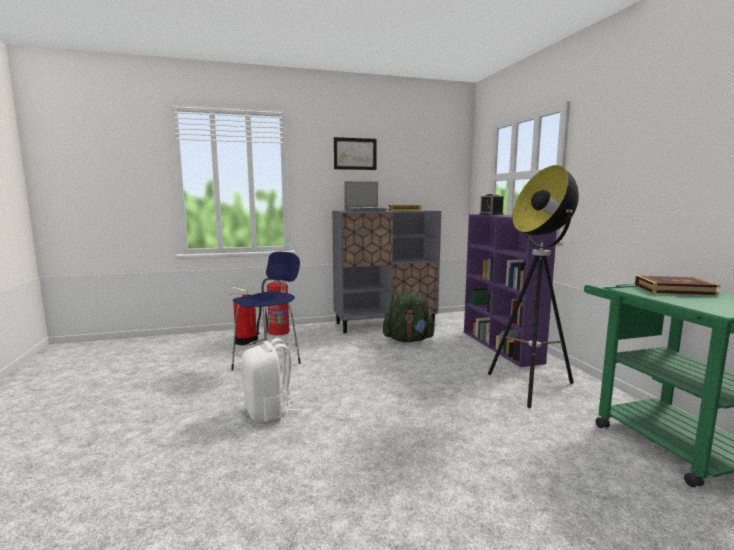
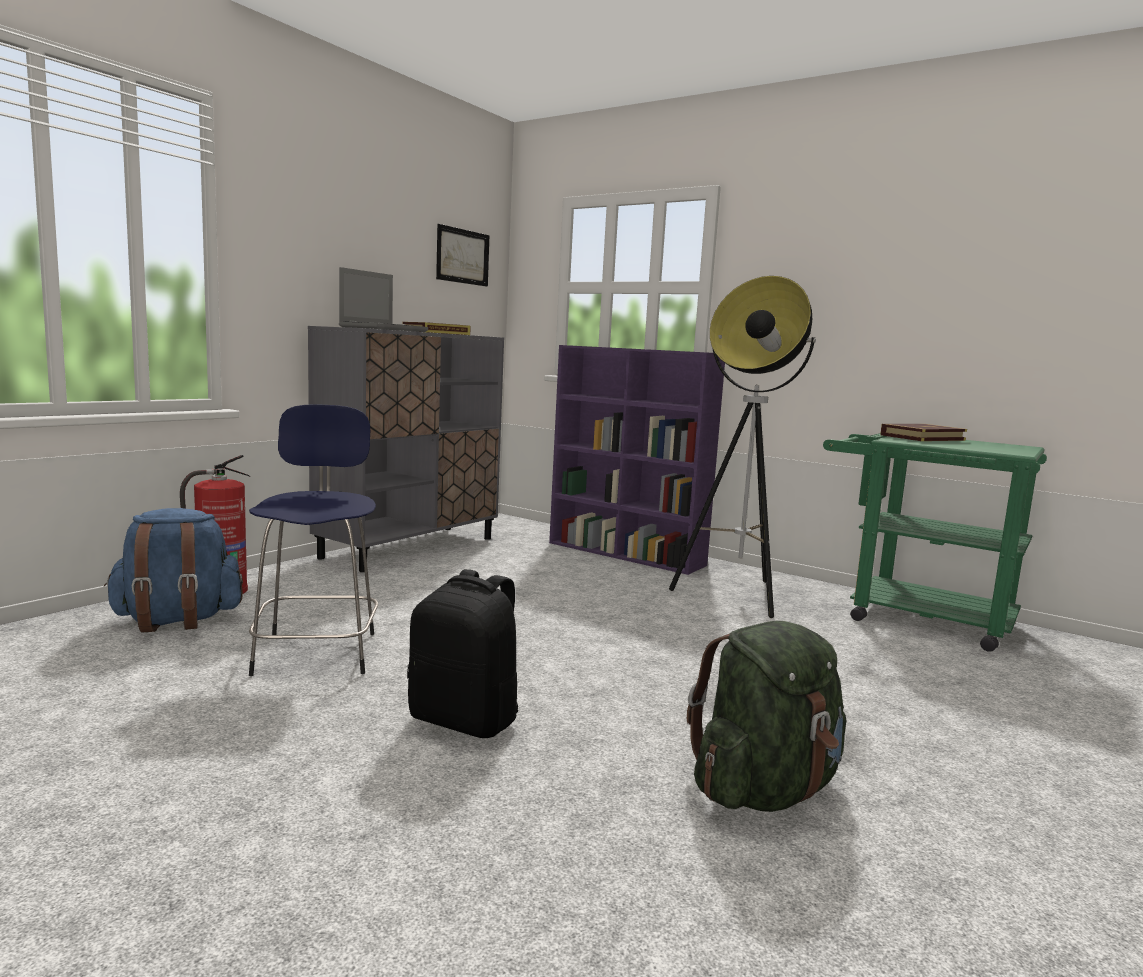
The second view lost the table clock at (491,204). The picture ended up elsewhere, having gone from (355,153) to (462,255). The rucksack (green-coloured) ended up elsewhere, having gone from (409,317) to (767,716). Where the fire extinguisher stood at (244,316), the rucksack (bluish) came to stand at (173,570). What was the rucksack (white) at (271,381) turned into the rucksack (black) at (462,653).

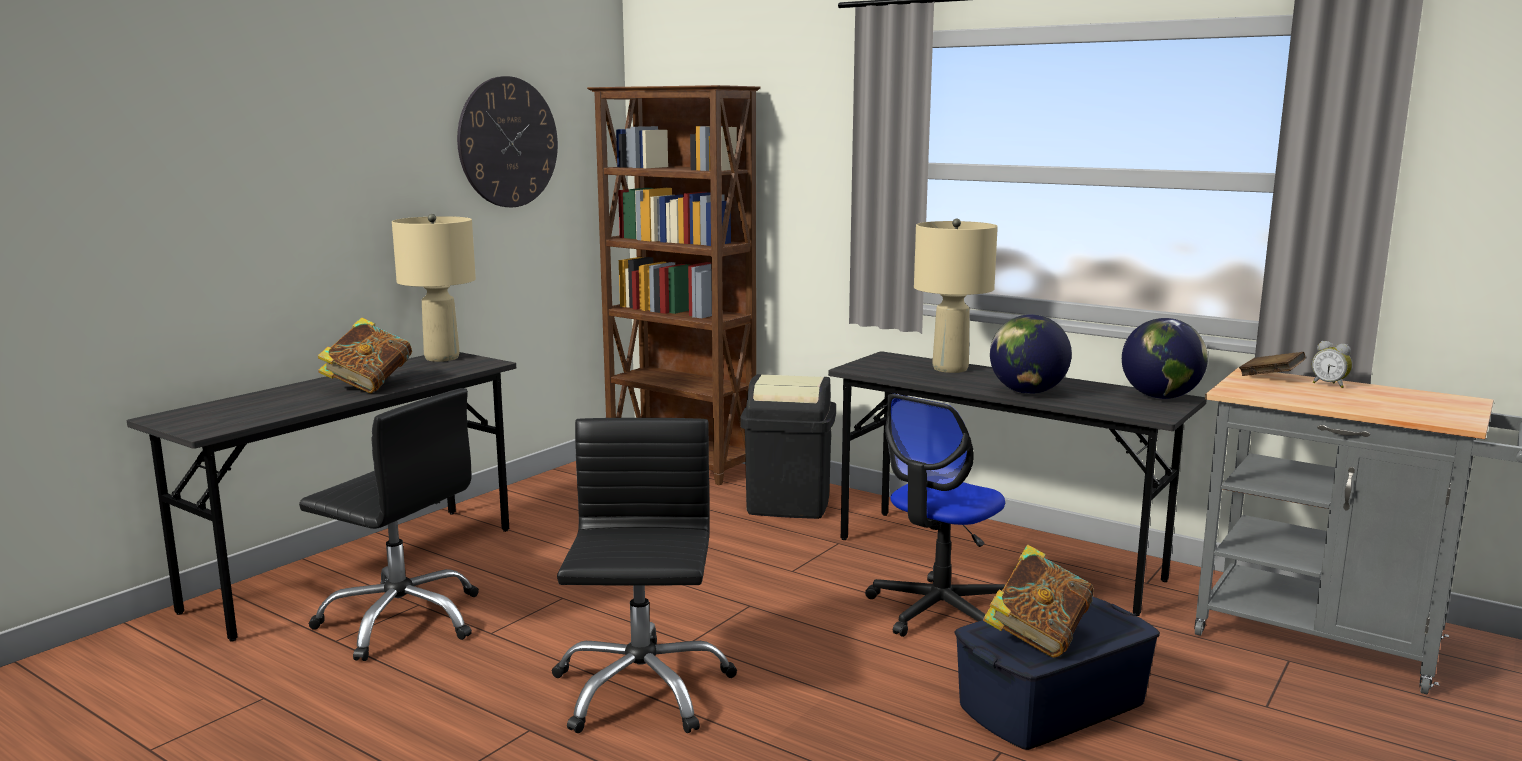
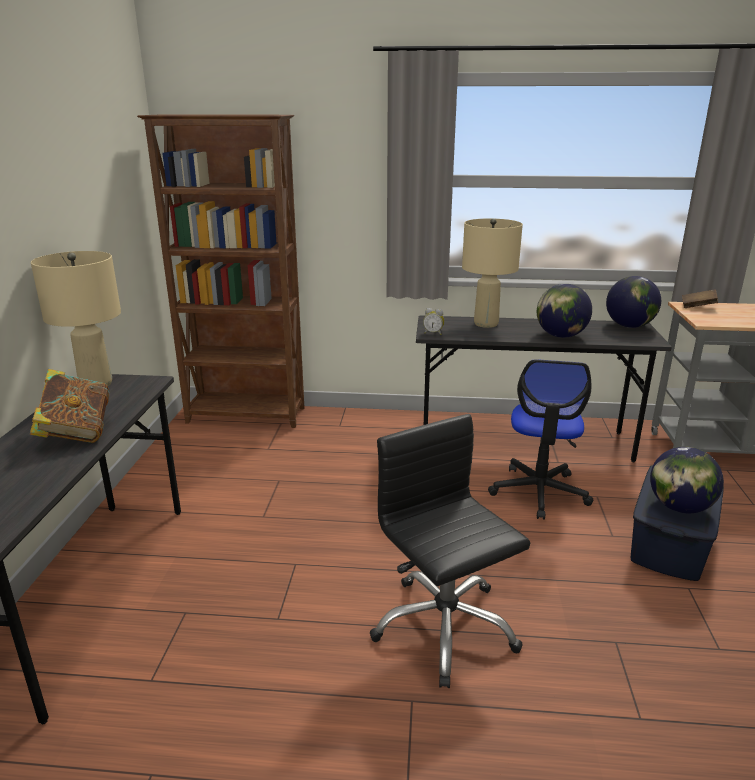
The second view lost the office chair (black) at (389,524). The second view lost the clock on the wall at (507,141). The second view lost the rubbish bin (black) at (788,446). The table clock ended up elsewhere, having gone from (1332,364) to (433,321). Where the bound book stood at (1038,601), the globe came to stand at (687,479).

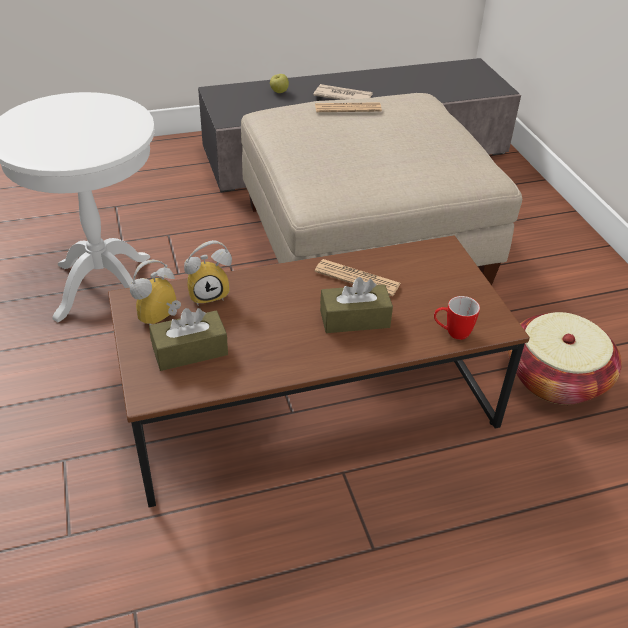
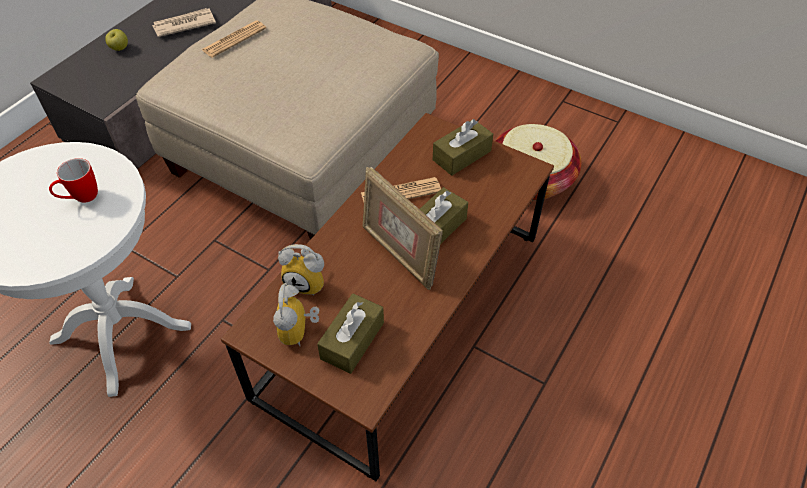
The second view gained the standing frame at (403,228). The second view gained the tissue holder (brown-coloured) at (463,147). The mug ended up elsewhere, having gone from (457,318) to (73,180). The table clock at (208,272) ended up facing another way, 75 degrees clockwise from before.

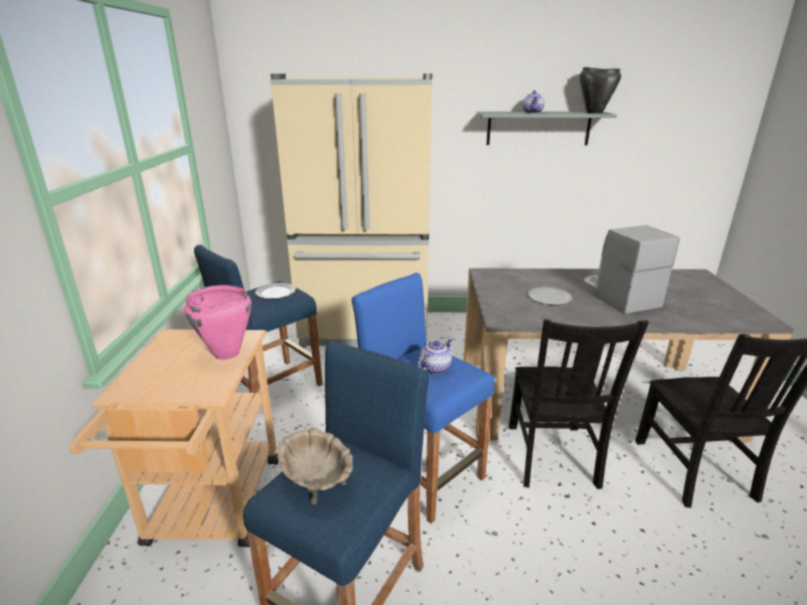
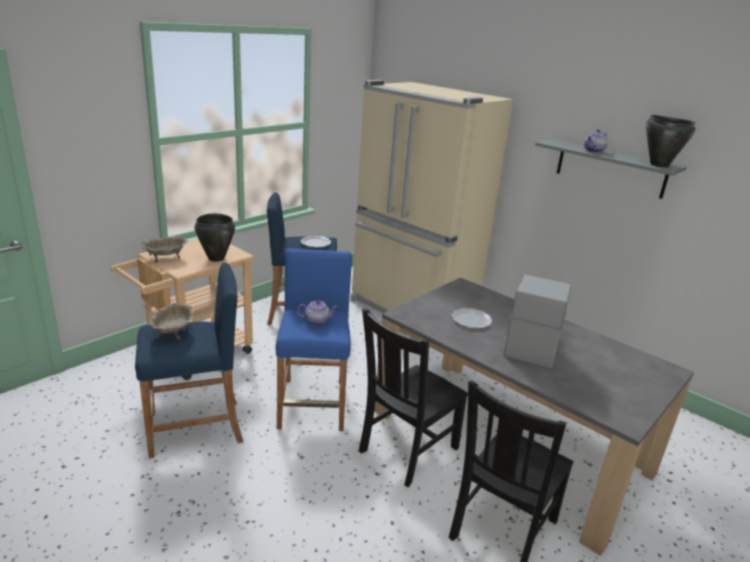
The second view gained the deep dish (beige-coloured) at (164,249). What was the cooking pot (pink-coloured) at (218,322) turned into the cooking pot (black) at (215,237).

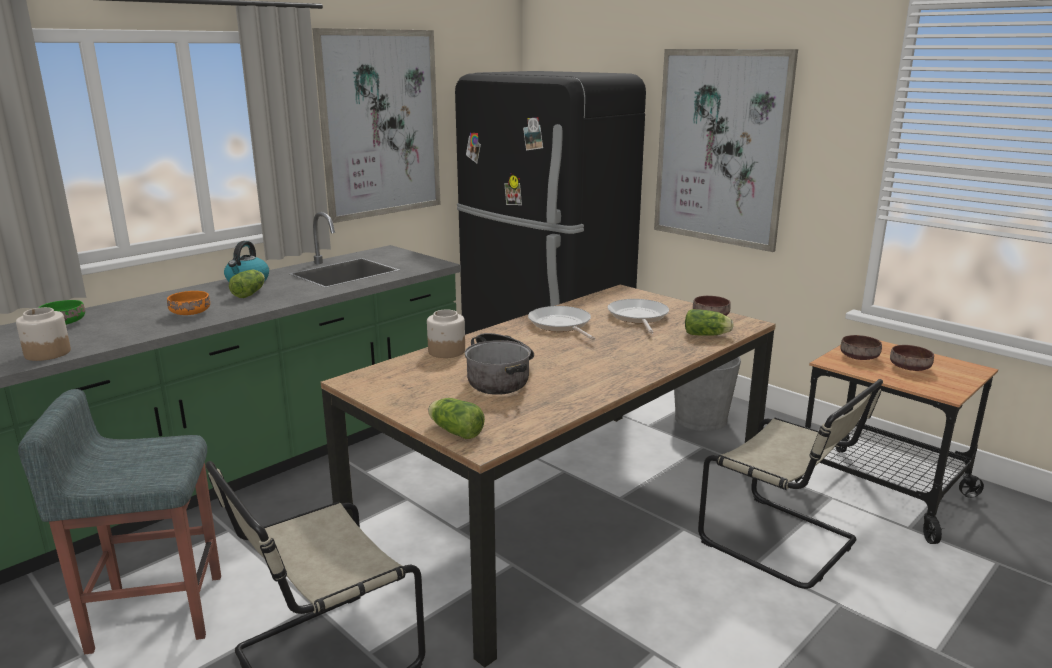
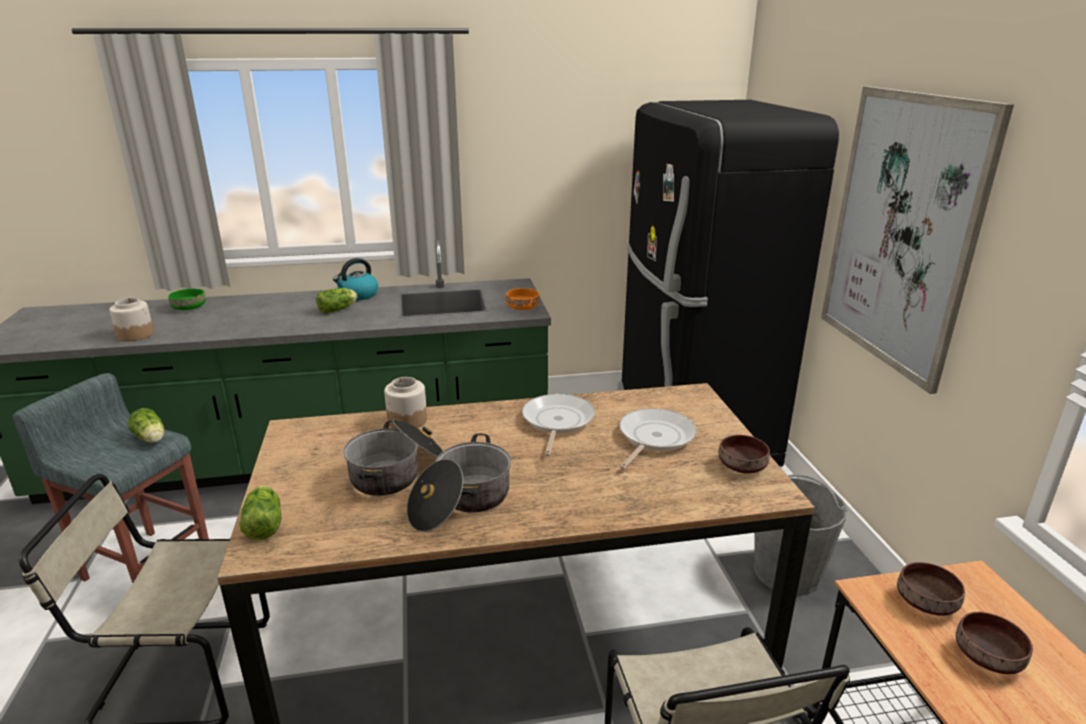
The second view lost the picture at (376,125). The second view gained the cooking pot at (459,482). The deep dish (orange) ended up elsewhere, having gone from (188,303) to (523,299). The head of lettuce ended up elsewhere, having gone from (709,322) to (146,425).

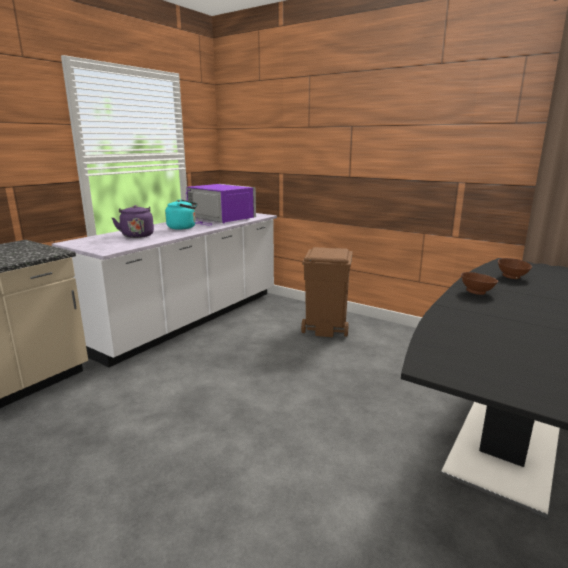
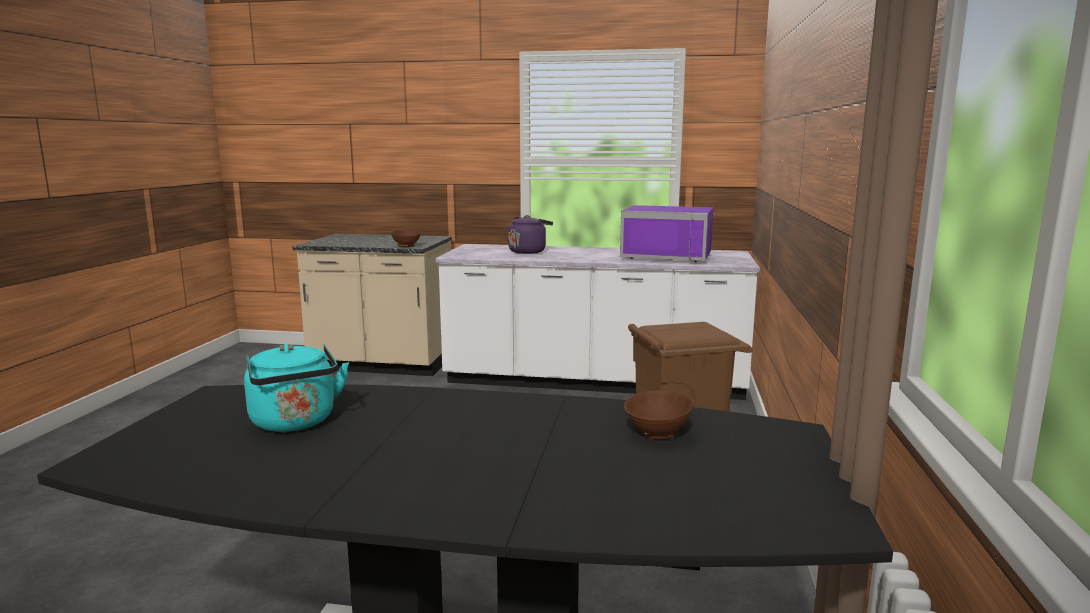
The tea kettle (turquoise) ended up elsewhere, having gone from (181,215) to (296,388). The deep dish (brown-coloured) ended up elsewhere, having gone from (479,283) to (406,238). The microwave oven (purplish) at (221,204) ended up facing another way, 90 degrees clockwise from before.

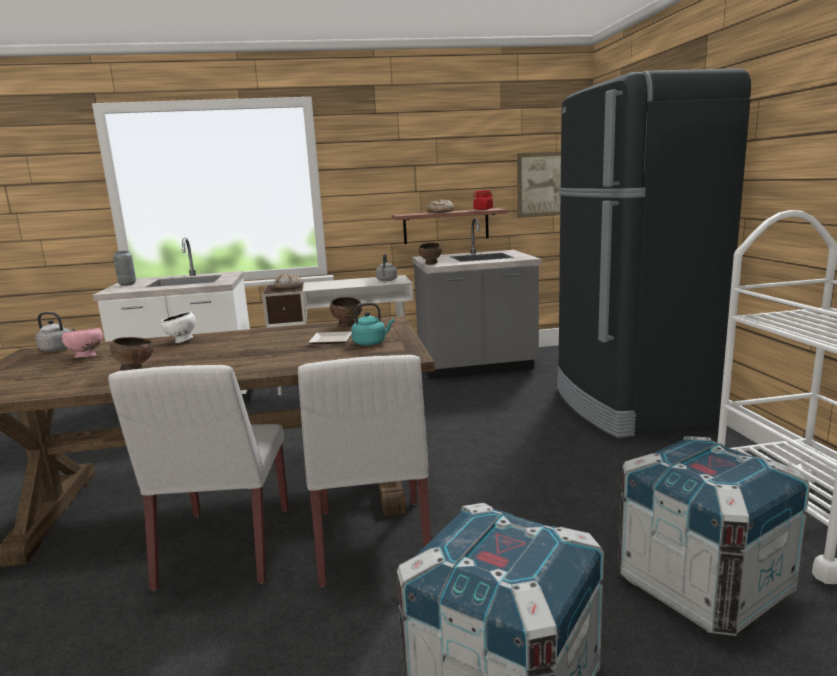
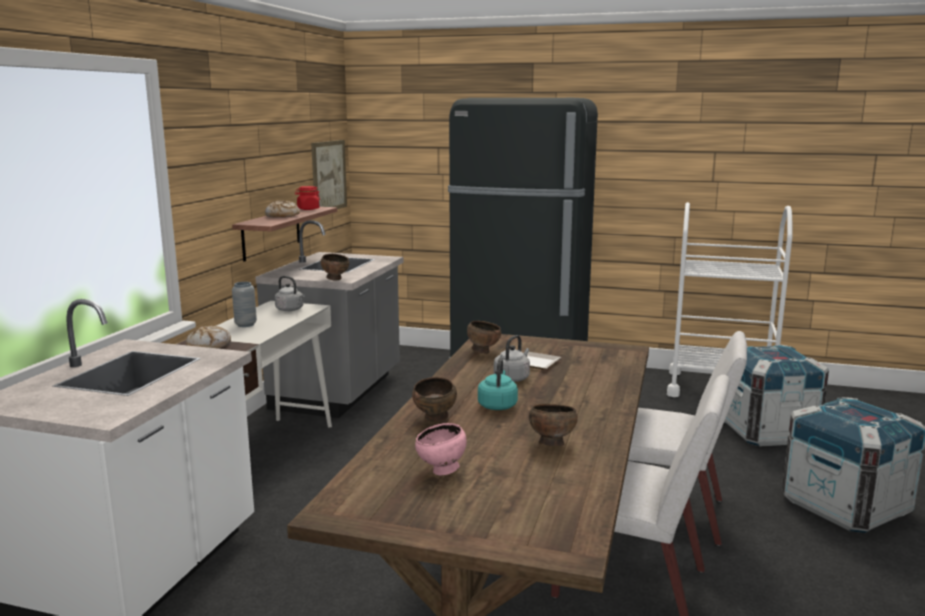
The tea kettle (grey) ended up elsewhere, having gone from (55,332) to (512,358). The decorative vase (grey) ended up elsewhere, having gone from (124,268) to (244,304). The tea kettle (turquoise) ended up elsewhere, having gone from (372,324) to (498,384). What was the deep dish (white) at (178,327) turned into the deep dish (brown-coloured) at (434,399).

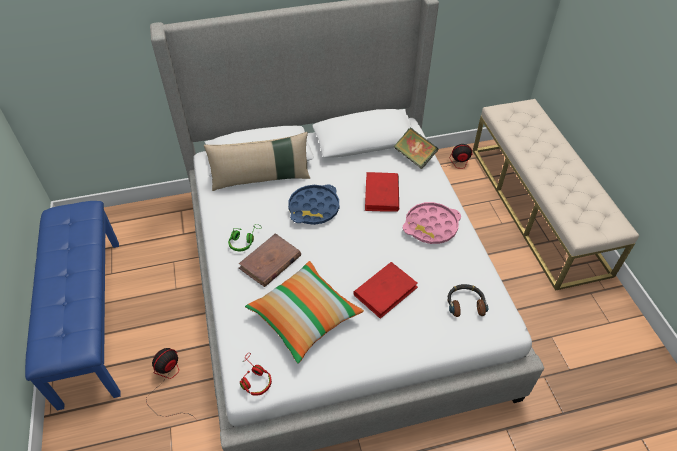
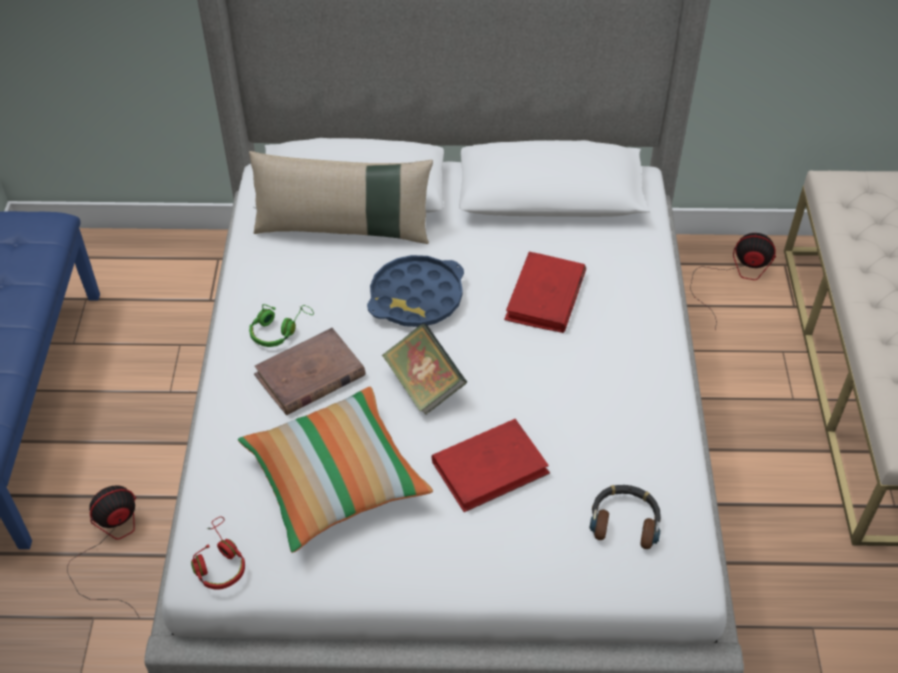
The second view lost the serving tray (pink-coloured) at (432,223). The bound book ended up elsewhere, having gone from (416,148) to (424,369).

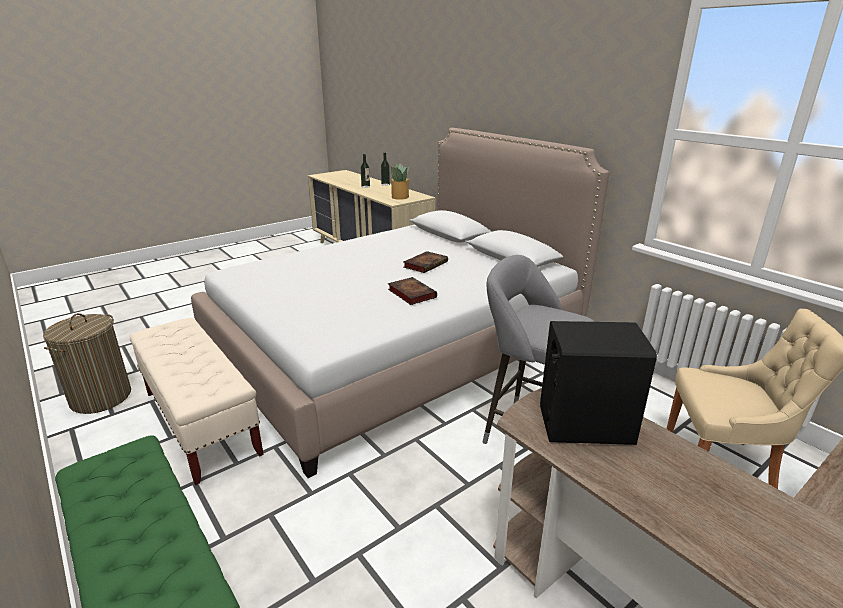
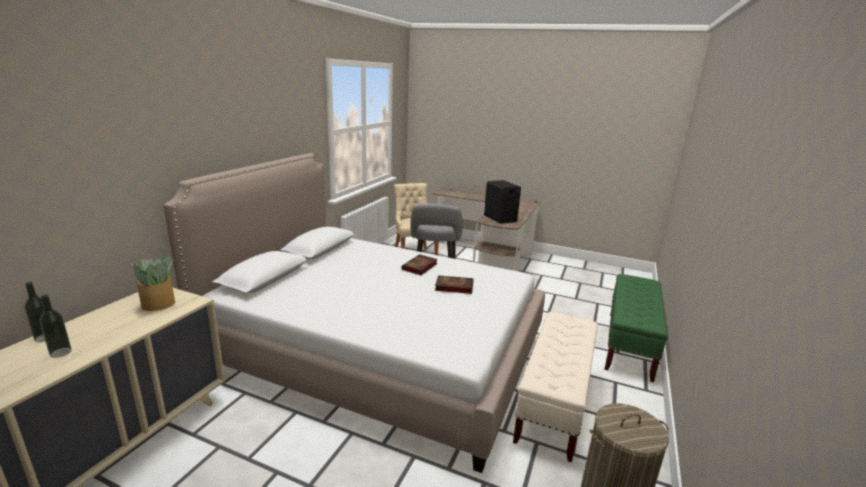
The bound book ended up elsewhere, having gone from (425,262) to (454,284).

